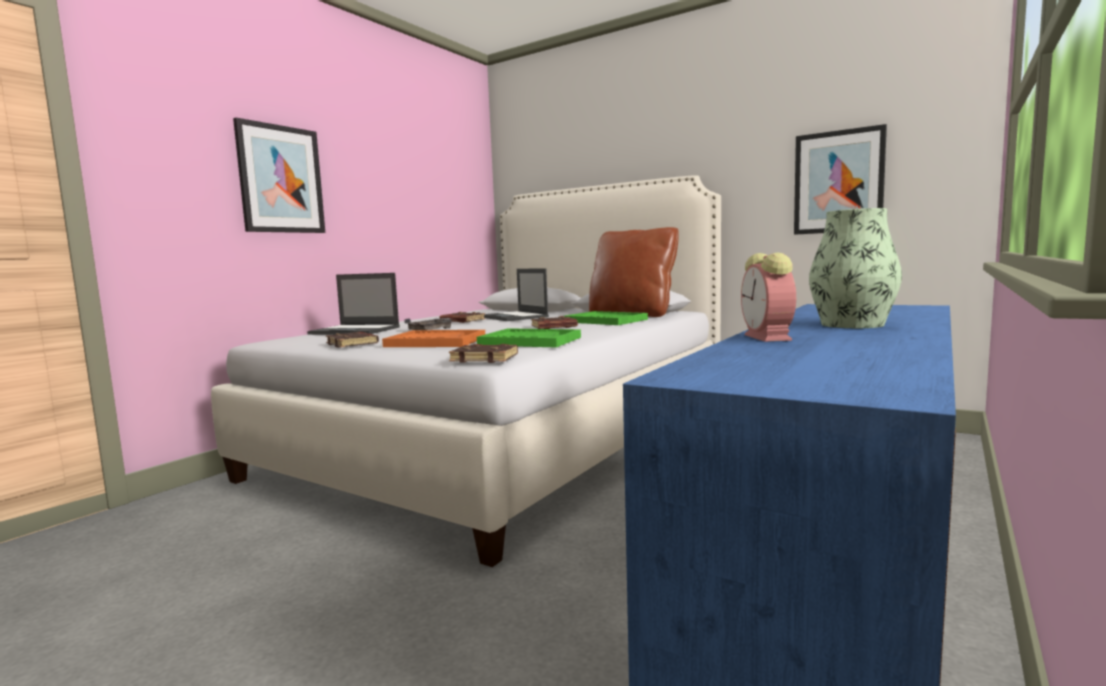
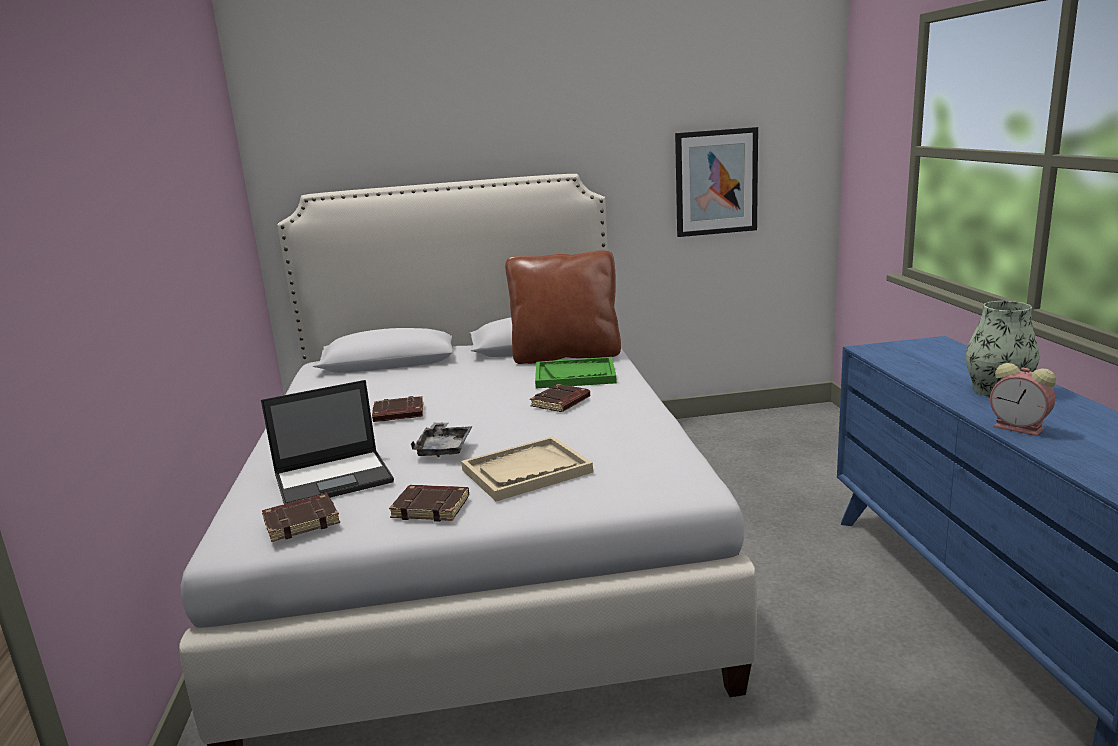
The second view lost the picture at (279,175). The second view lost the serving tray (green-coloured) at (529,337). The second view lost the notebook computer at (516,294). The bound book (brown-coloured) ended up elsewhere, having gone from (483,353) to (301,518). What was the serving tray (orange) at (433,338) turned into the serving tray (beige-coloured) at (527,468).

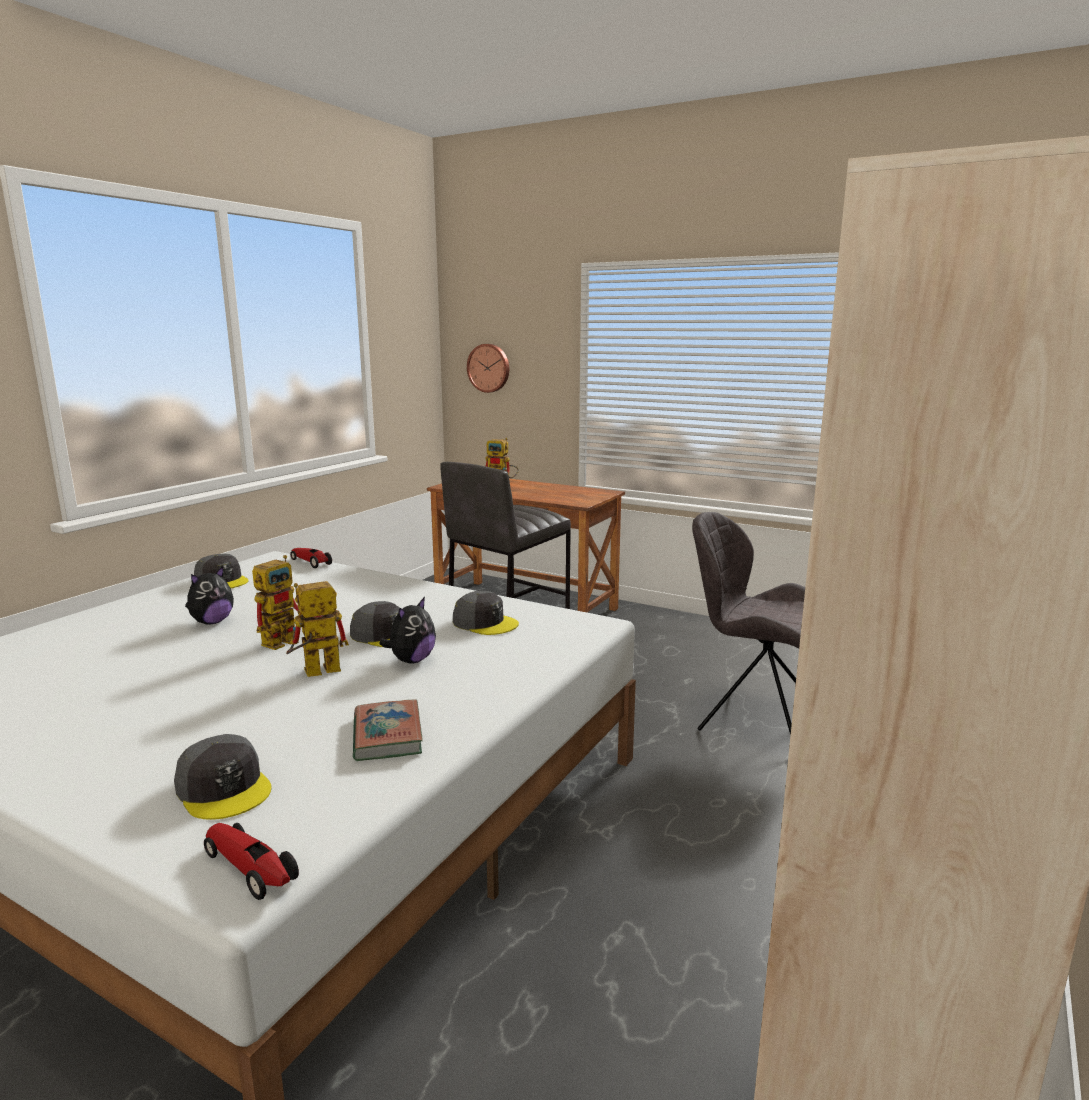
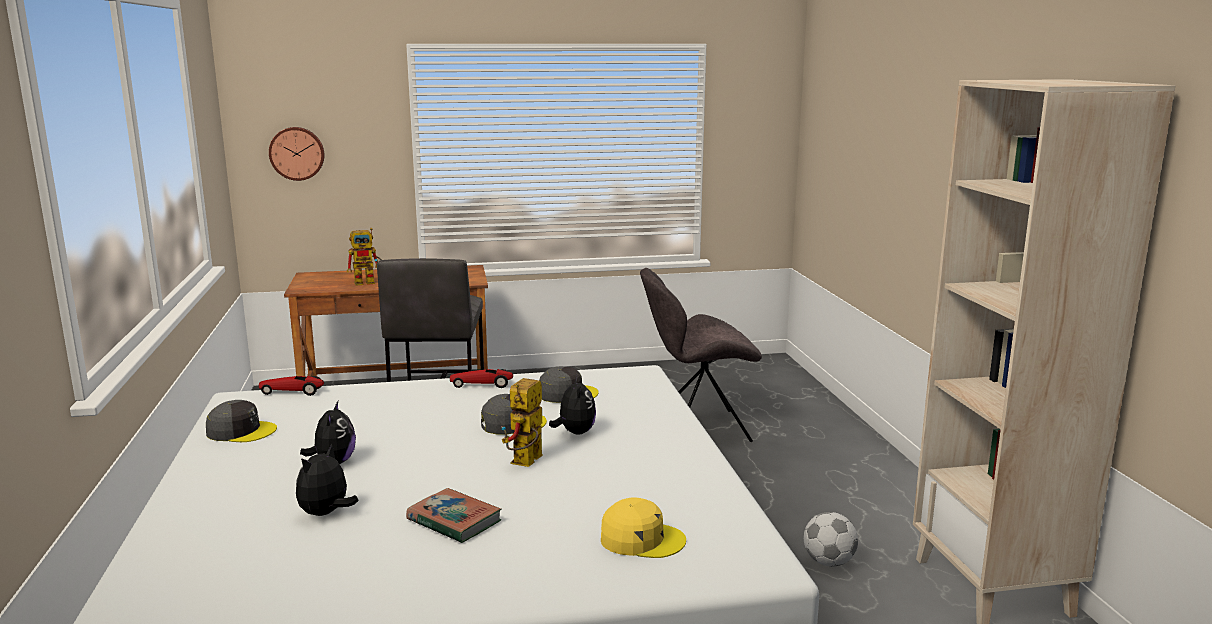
The second view lost the toy robot at (276,602). The second view gained the soft toy at (327,480). The second view gained the football at (831,539). The toy car ended up elsewhere, having gone from (251,861) to (481,378). The bound book ended up elsewhere, having gone from (388,730) to (454,515). What was the peaked cap (grey) at (223,777) turned into the peaked cap (yellowish) at (643,527).

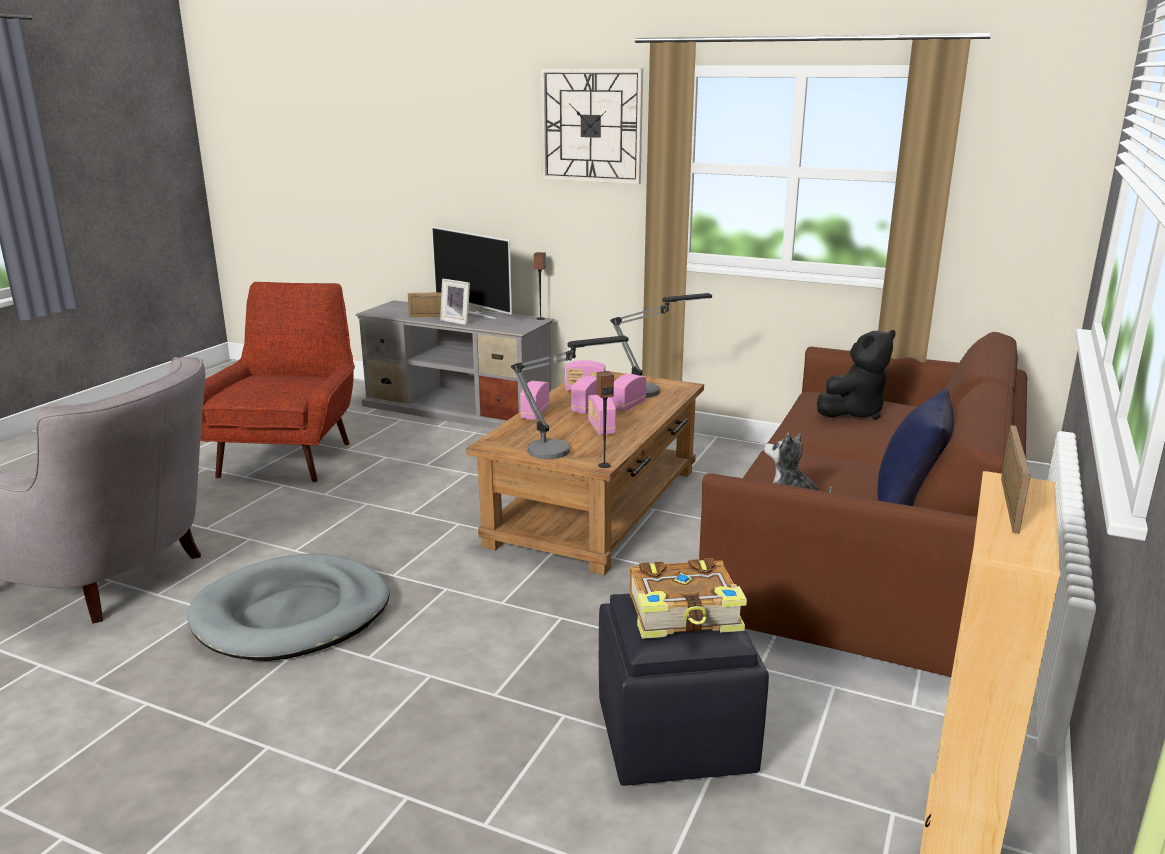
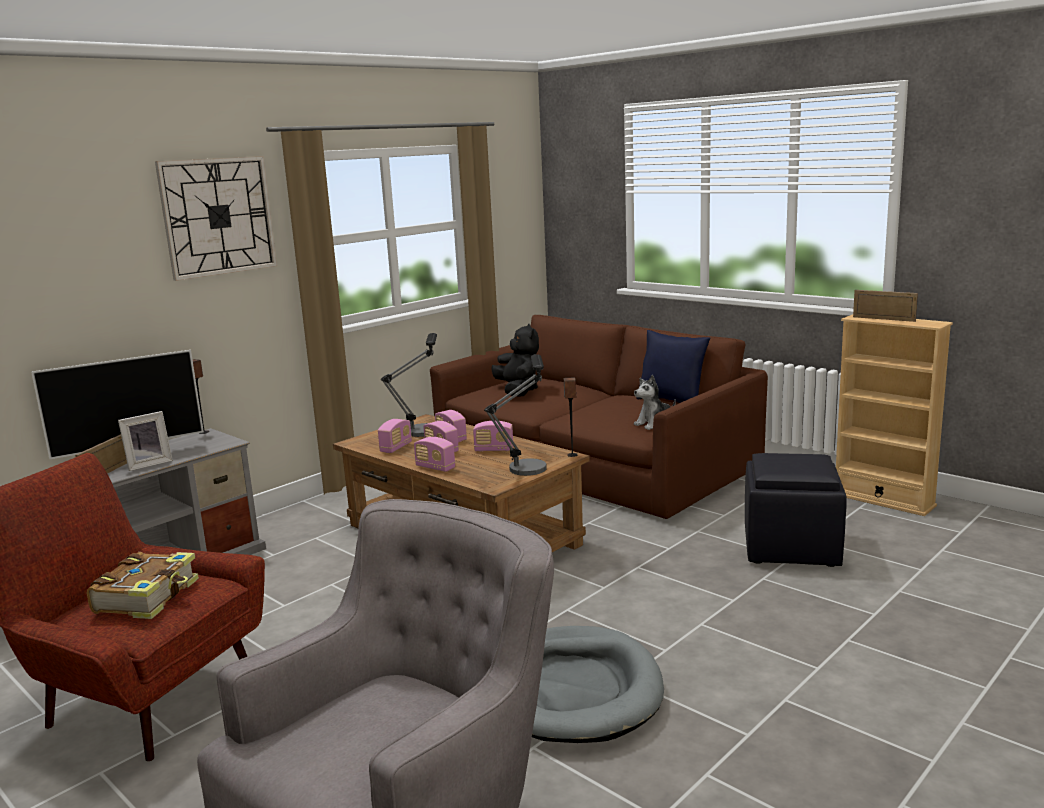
The bound book ended up elsewhere, having gone from (688,598) to (143,585).

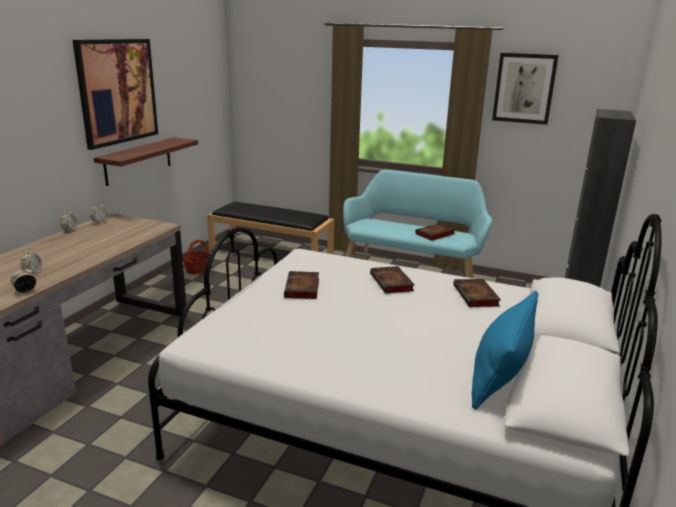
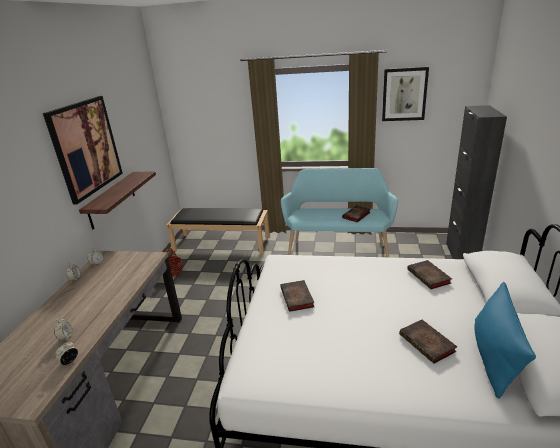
The bound book ended up elsewhere, having gone from (392,280) to (428,342).

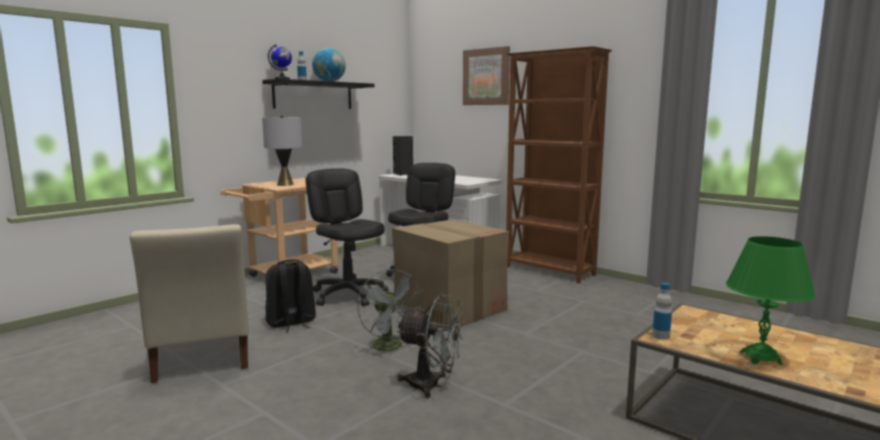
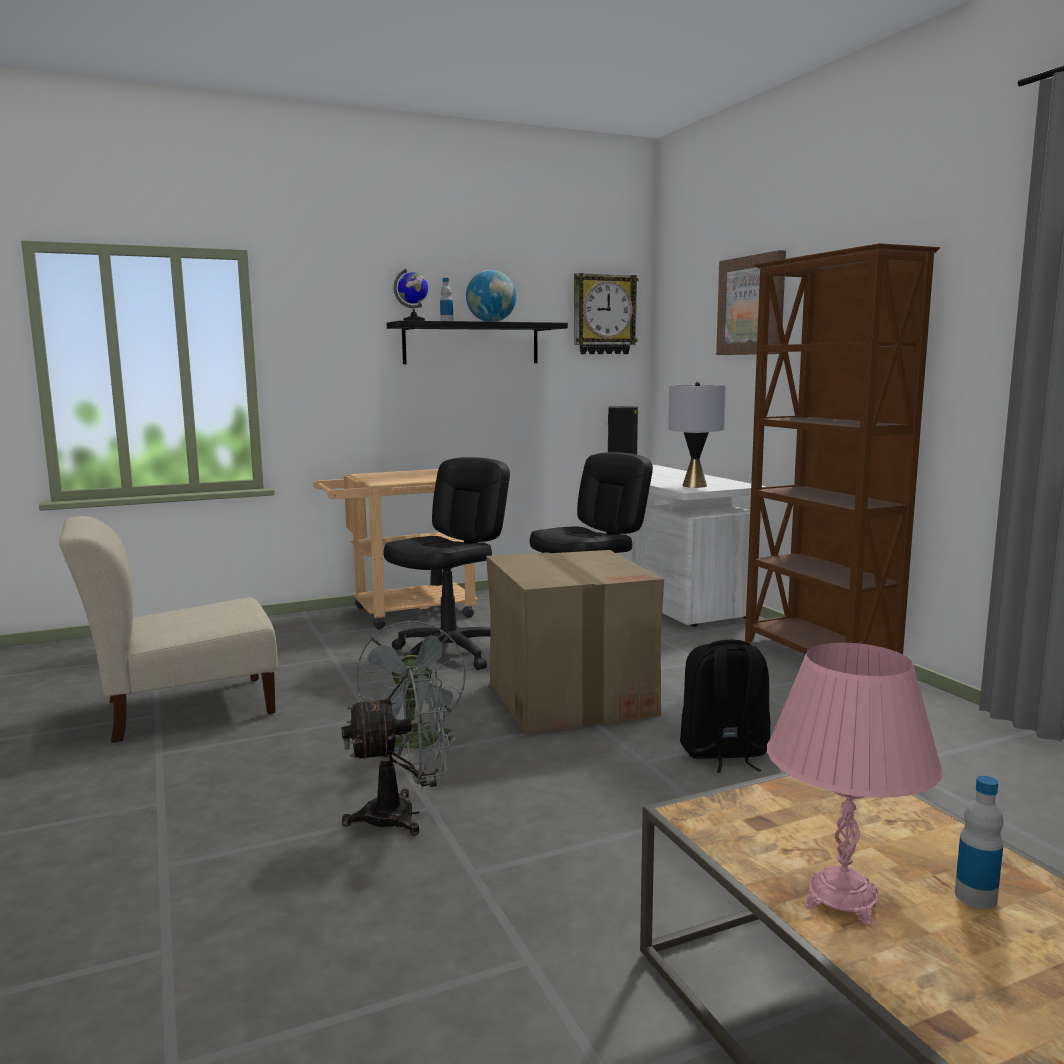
The second view gained the clock on the wall at (606,313). The tabletop lamp (grey) ended up elsewhere, having gone from (282,150) to (697,435). The rucksack (black) ended up elsewhere, having gone from (290,295) to (725,706). The bottle ended up elsewhere, having gone from (662,311) to (979,842). What was the tabletop lamp (green-coloured) at (771,300) turned into the tabletop lamp (pink-coloured) at (855,784). The plain chair (beige-coloured) at (189,303) ended up facing another way, 60 degrees clockwise from before. The office chair (black) at (347,237) ended up facing another way, 45 degrees clockwise from before. The cooling fan (grey) at (431,346) ended up facing another way, 60 degrees counterclockwise from before.

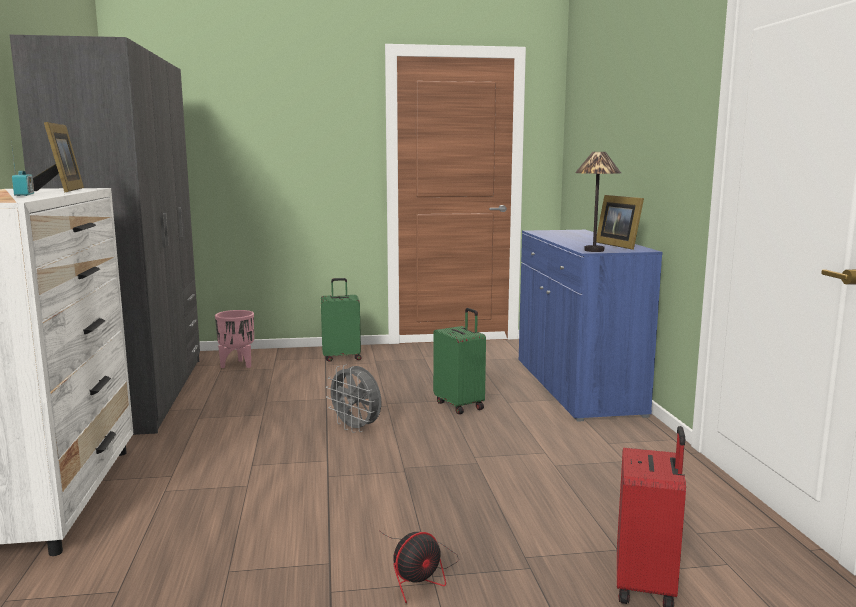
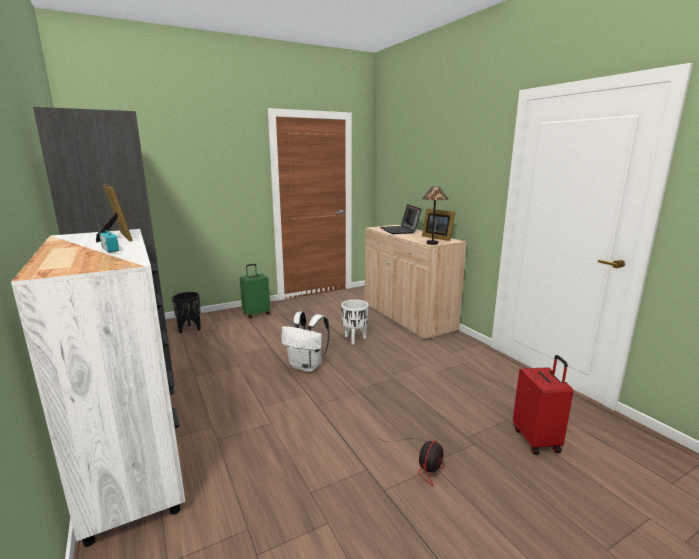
The second view gained the notebook computer at (401,219). Where the cooling fan (grey) stood at (353,398), the rucksack (white) came to stand at (305,342). Where the travel case (green-coloured) stood at (459,361), the flower pot (white) came to stand at (355,322). What was the flower pot (pink-coloured) at (234,339) turned into the flower pot (black) at (186,312). What was the storage cabinet (bluish) at (591,326) turned into the storage cabinet (beige-coloured) at (415,282).

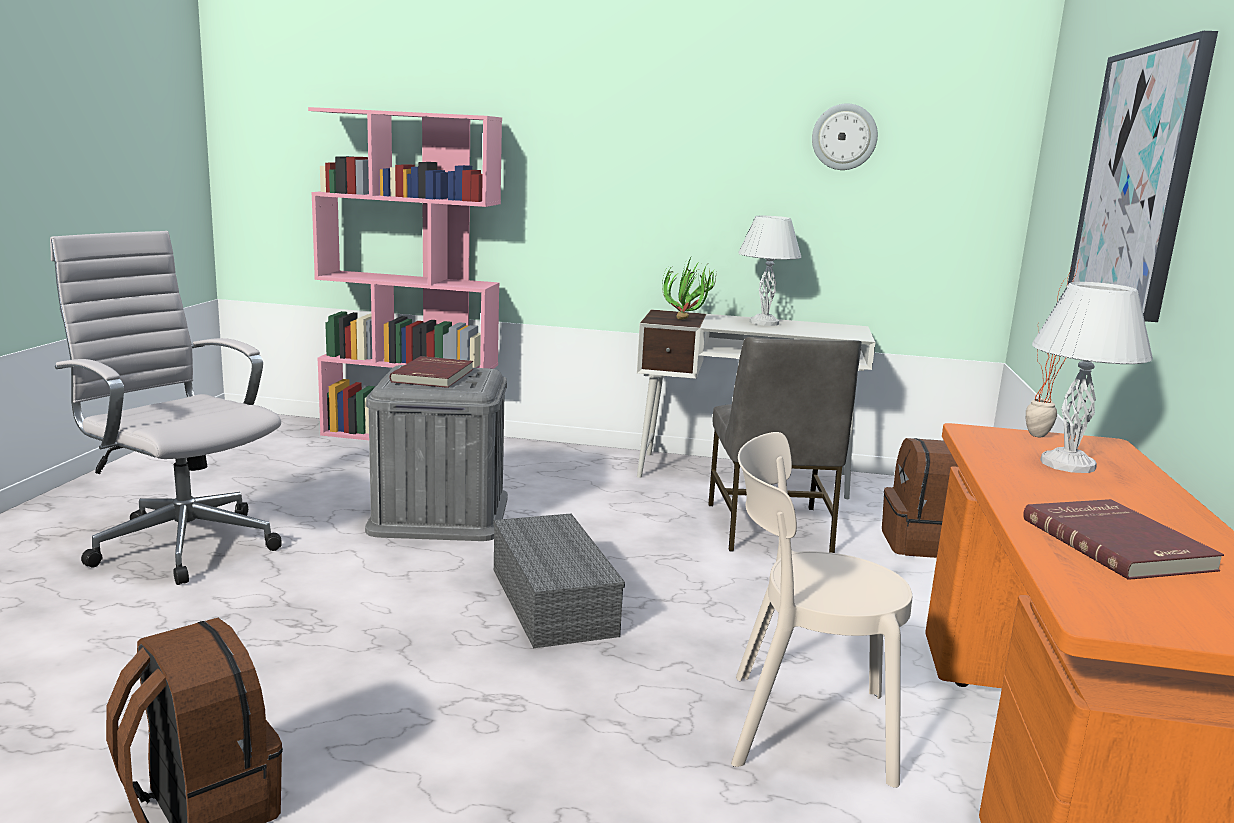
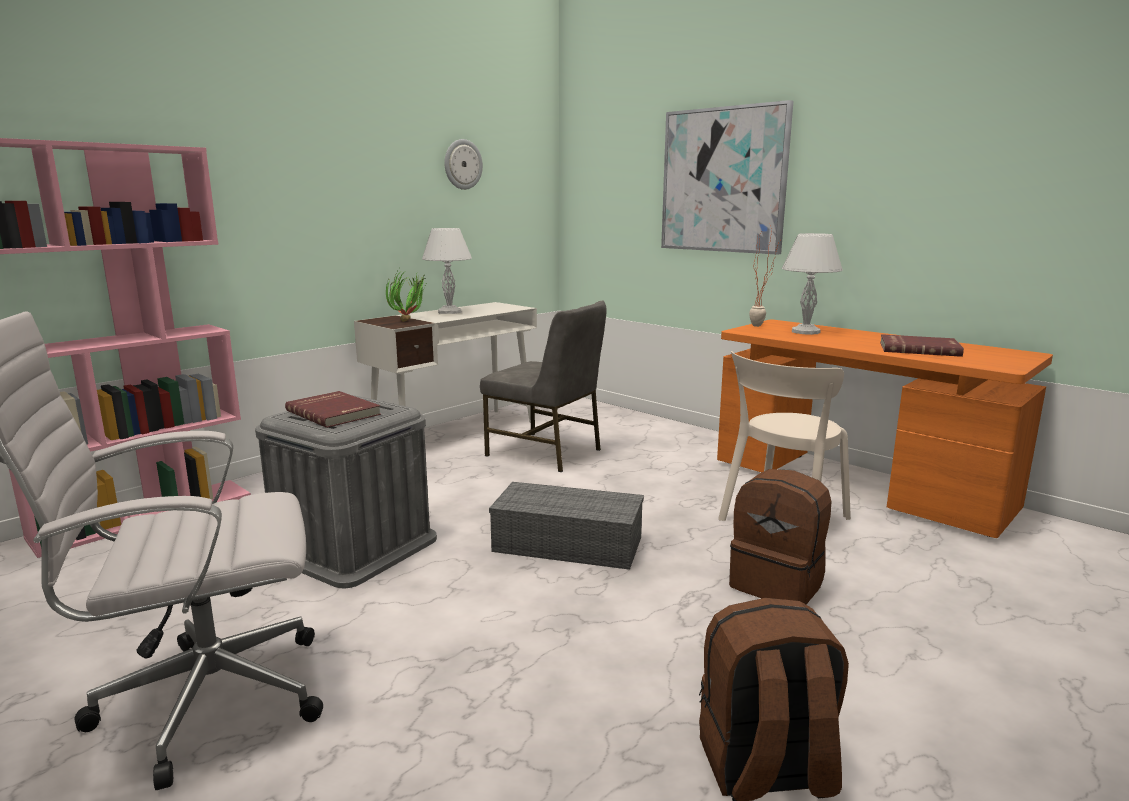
The rucksack (brown-coloured) ended up elsewhere, having gone from (920,498) to (780,537).

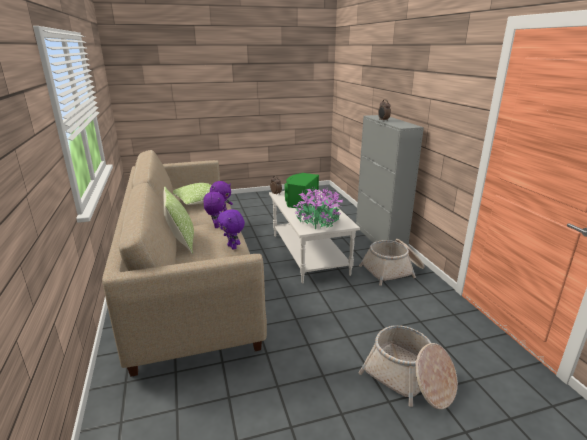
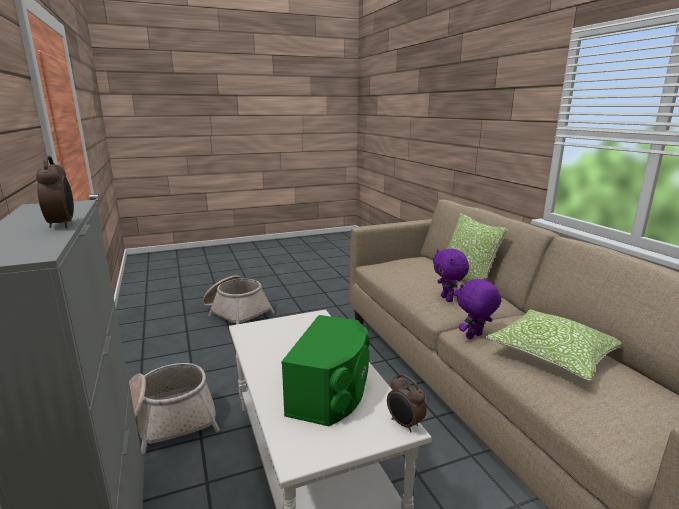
The second view lost the soft toy (purplish) at (231,229). The second view lost the houseplant at (318,208).

